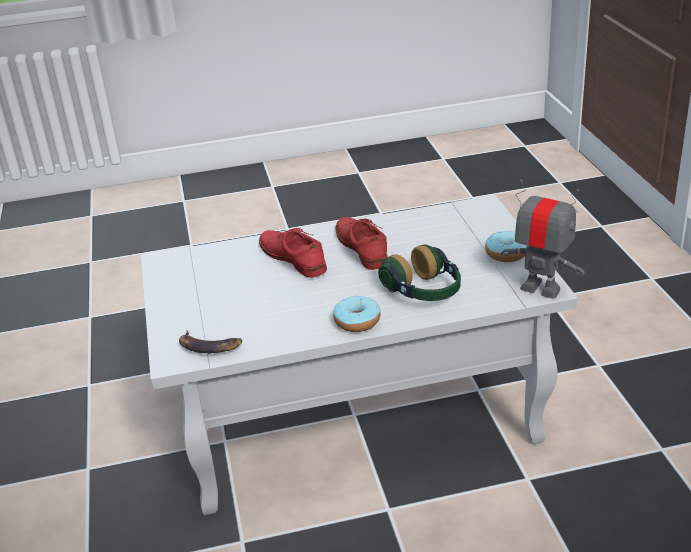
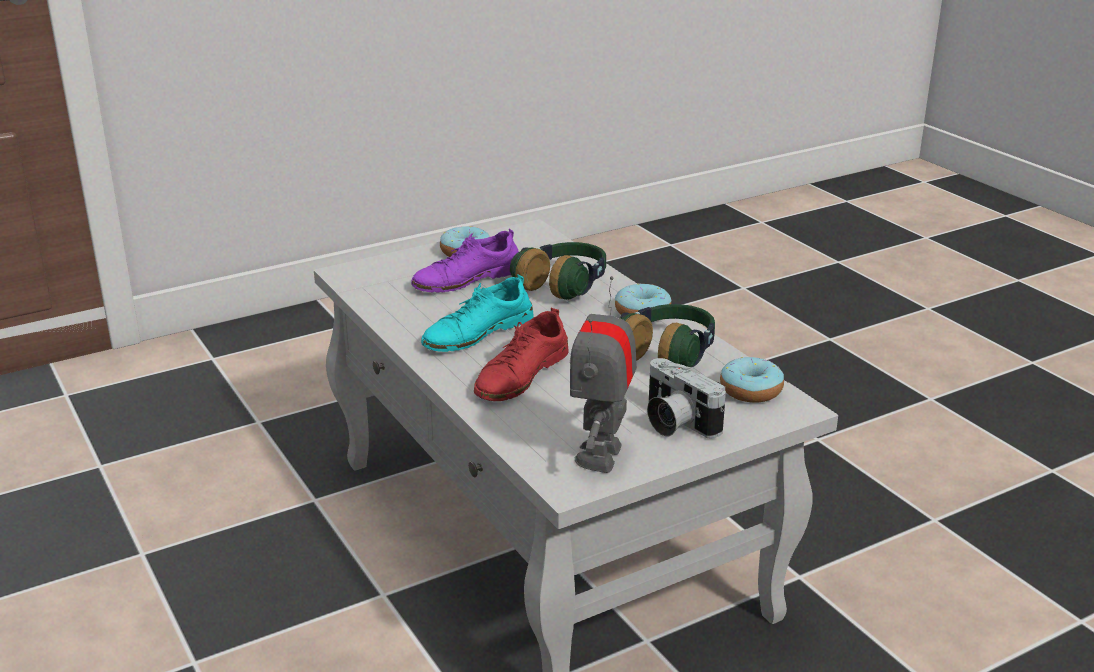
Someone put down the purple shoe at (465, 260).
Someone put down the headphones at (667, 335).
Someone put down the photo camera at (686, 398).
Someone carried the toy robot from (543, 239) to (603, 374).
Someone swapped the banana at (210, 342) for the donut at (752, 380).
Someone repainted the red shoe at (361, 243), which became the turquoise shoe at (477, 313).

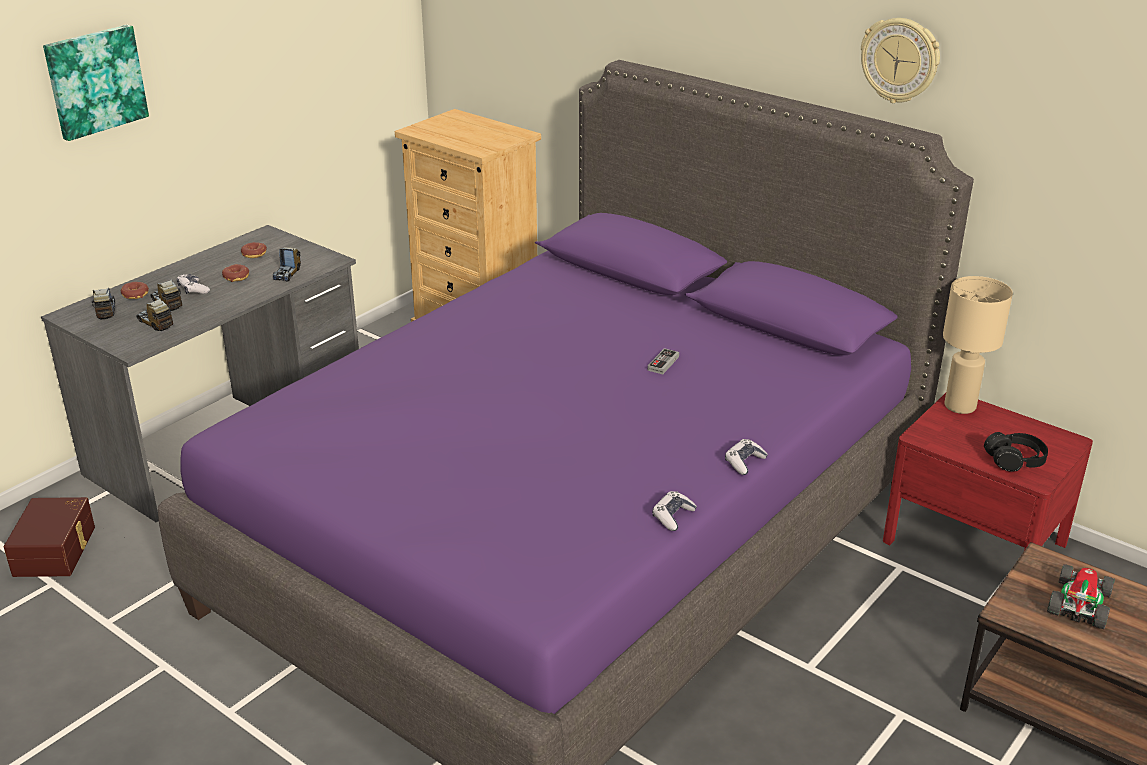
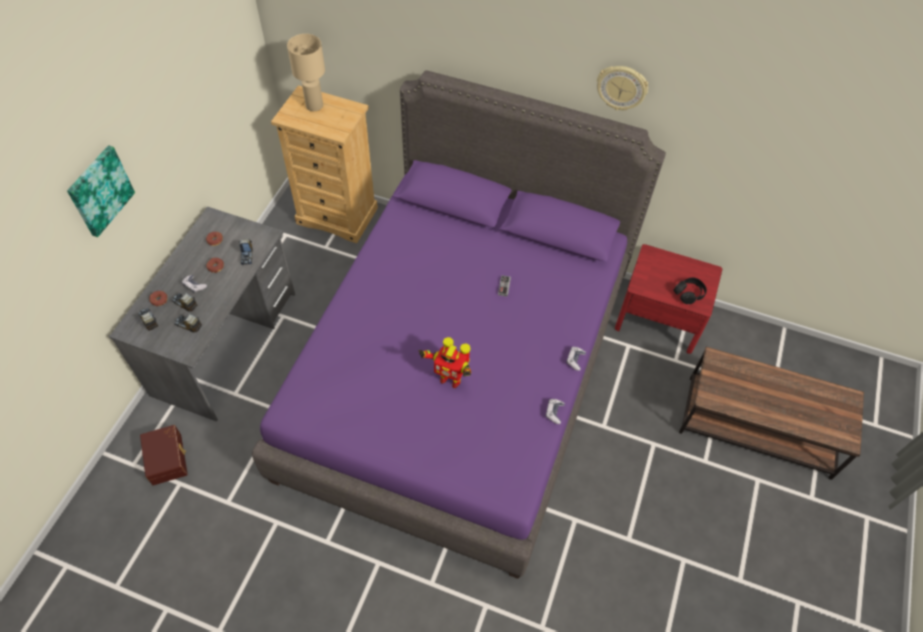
Someone took away the toy car at (1081, 596).
Someone put down the toy robot at (445, 362).
Someone carried the beige table lamp from (978, 345) to (306, 72).

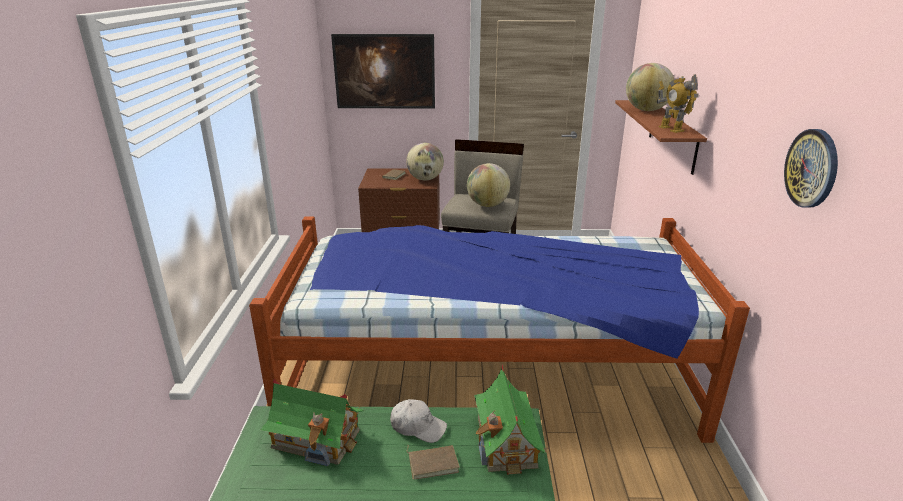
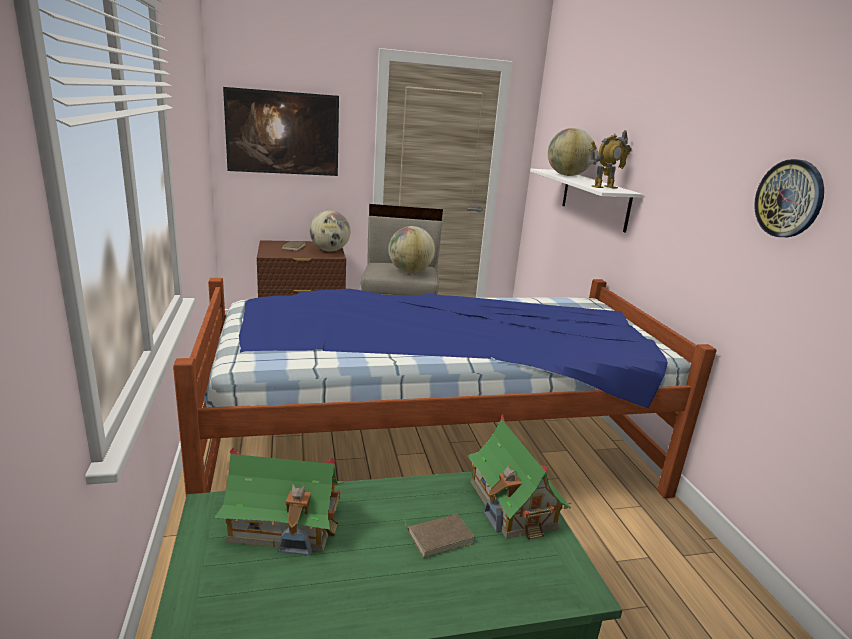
Someone took away the white cap at (418, 421).
Someone repainted the brown shelf at (661, 137), which became the white shelf at (586, 201).
Someone rotated the toy robot at (677, 103) by 75 degrees counterclockwise.

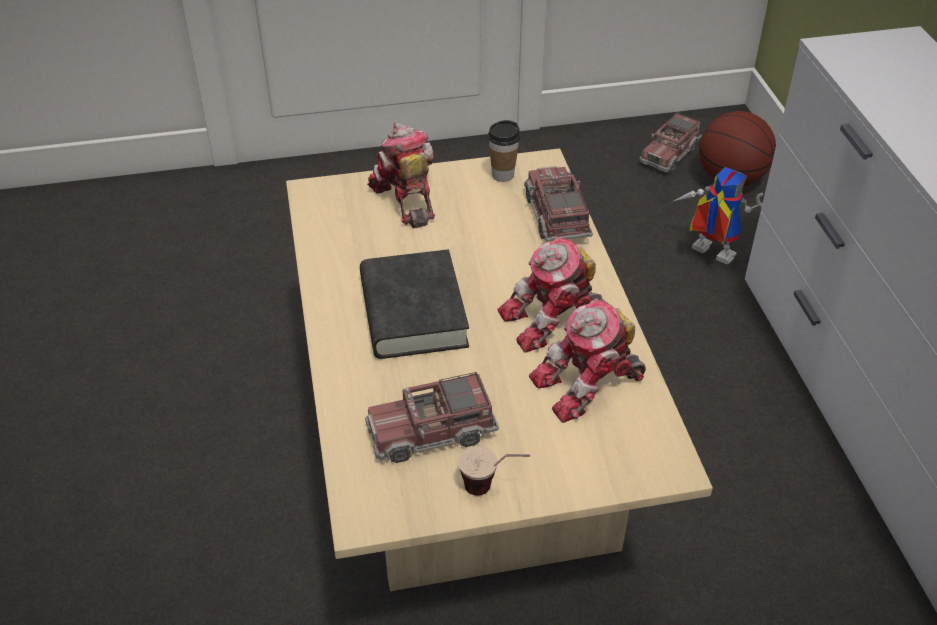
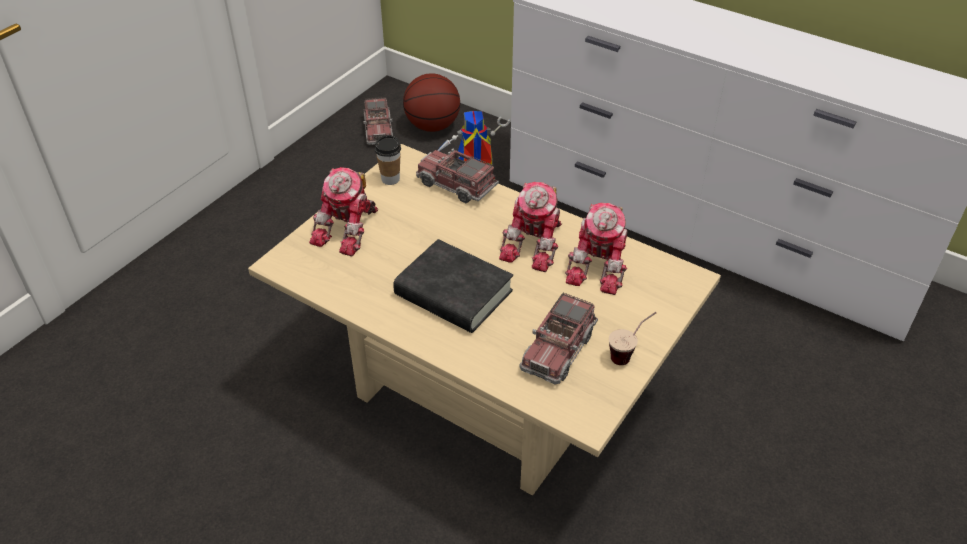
Someone rotated the toy robot at (401, 175) by 90 degrees counterclockwise.

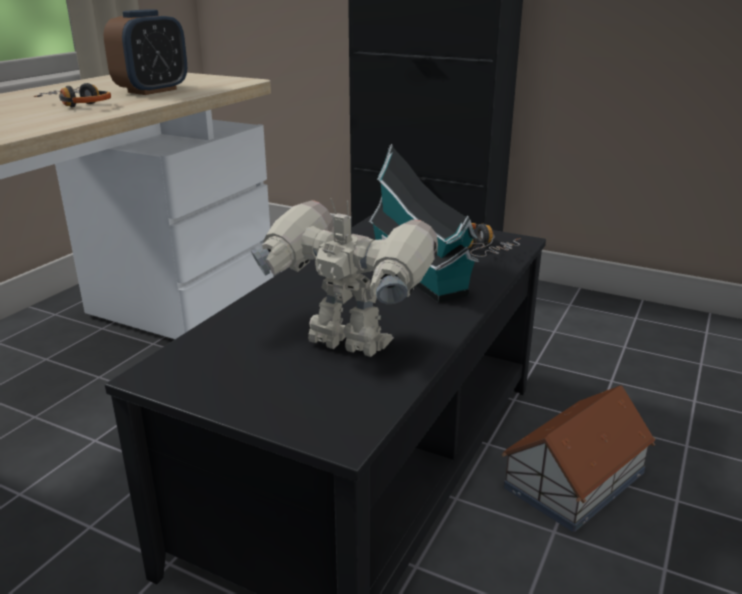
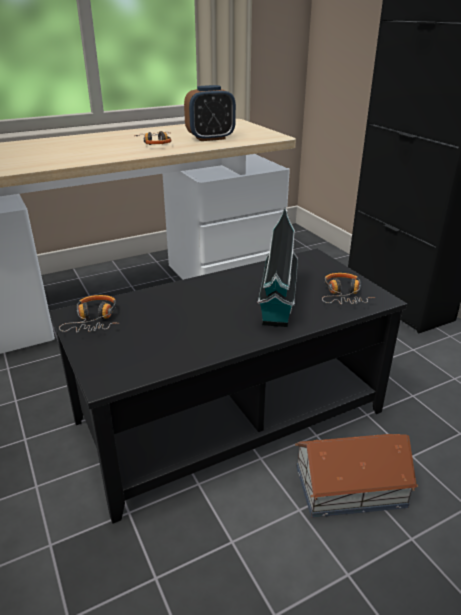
Someone took away the toy robot at (344, 278).
Someone put down the headphones at (89, 313).

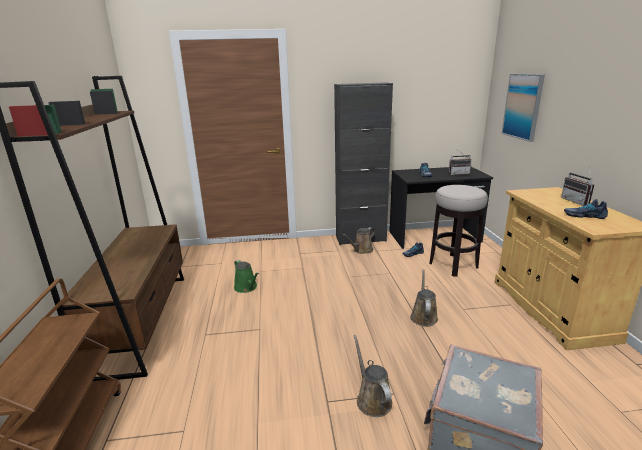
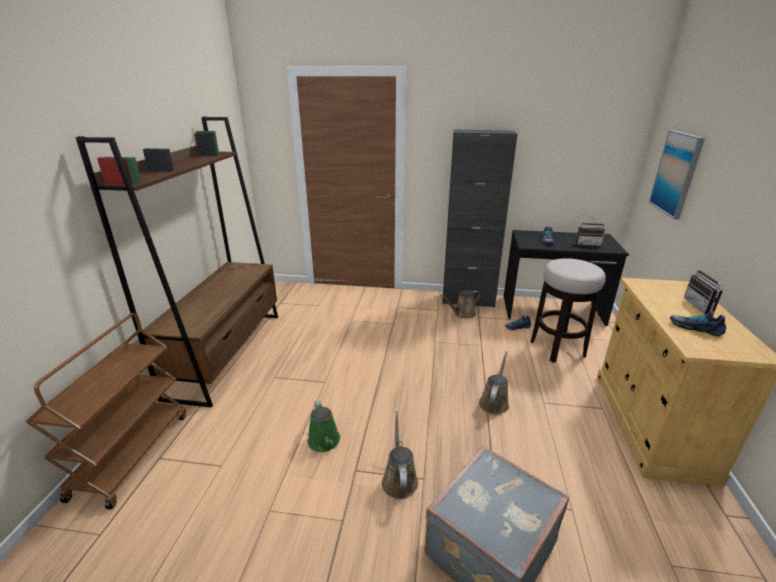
Someone carried the green watering can from (246, 276) to (324, 426).

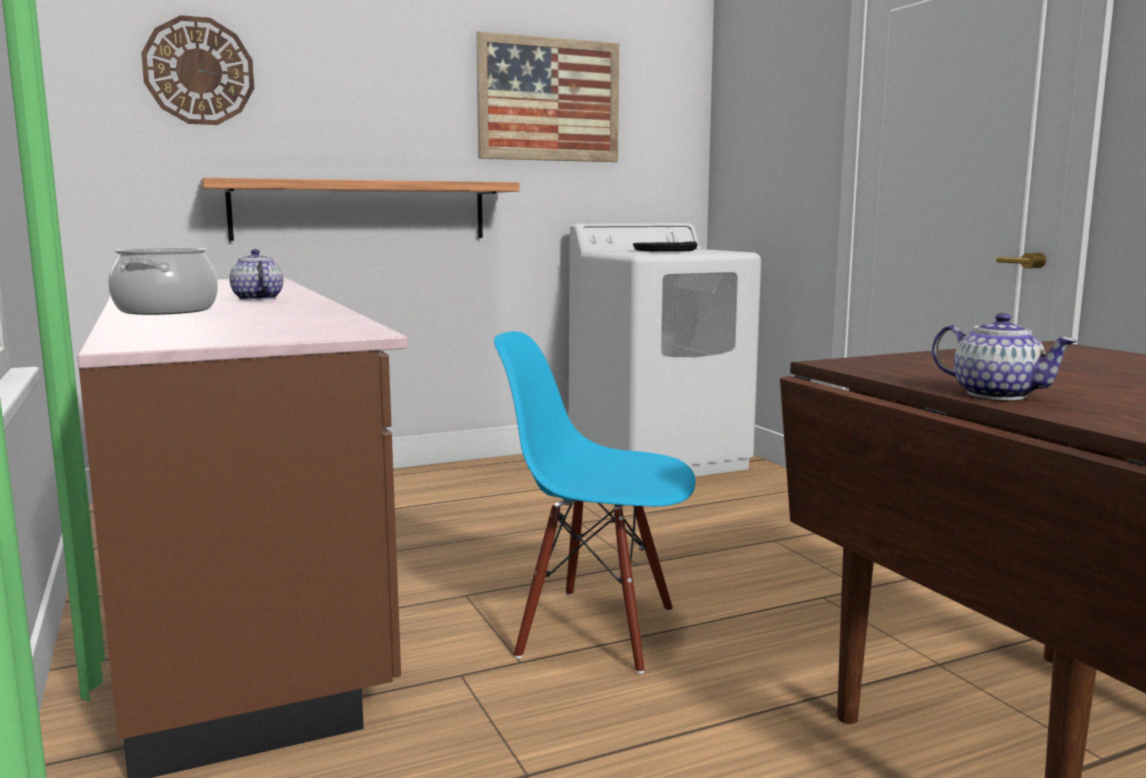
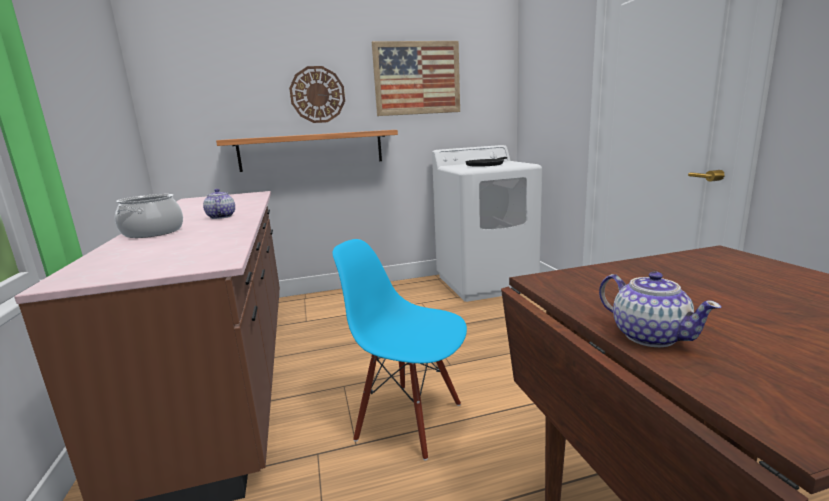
Someone carried the wall clock from (197, 70) to (317, 94).

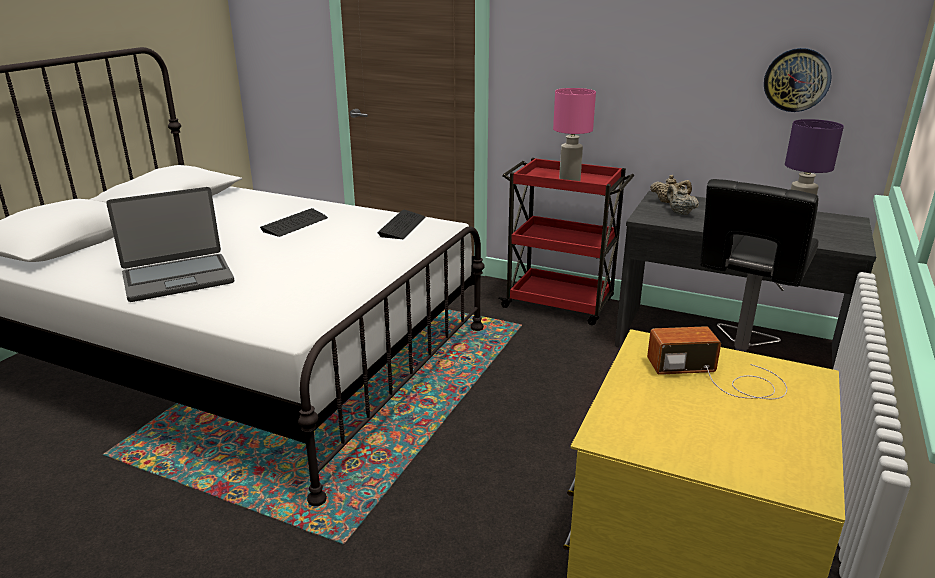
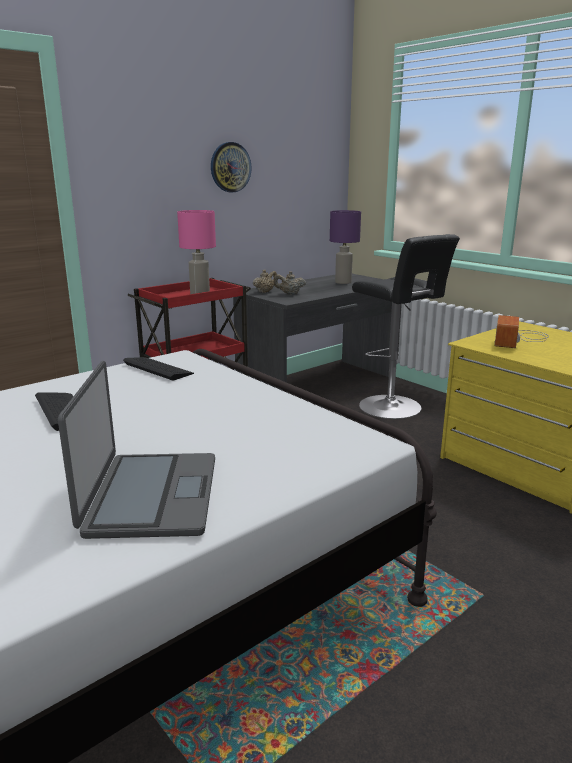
Someone carried the wall clock from (798, 80) to (231, 167).

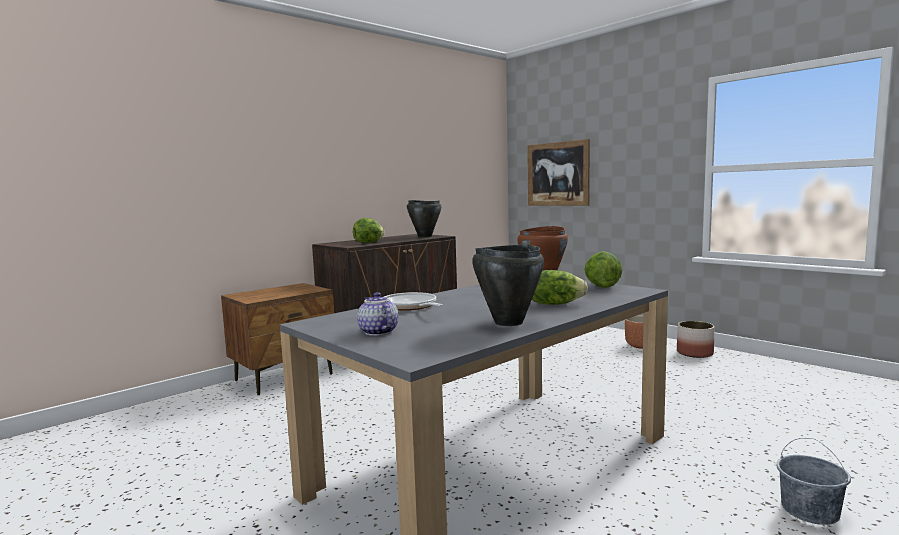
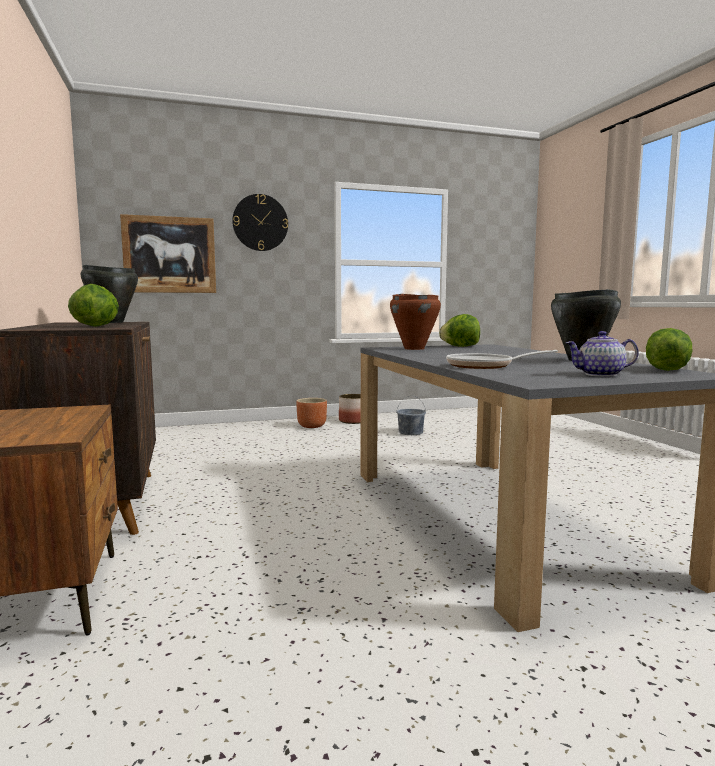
Someone put up the wall clock at (260, 222).
Someone carried the lettuce from (560, 287) to (669, 349).
Someone carried the grey bucket from (814, 481) to (411, 415).

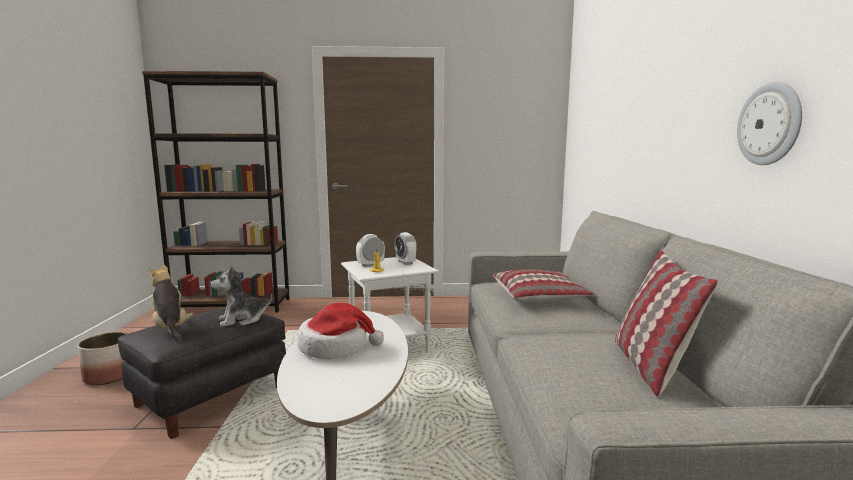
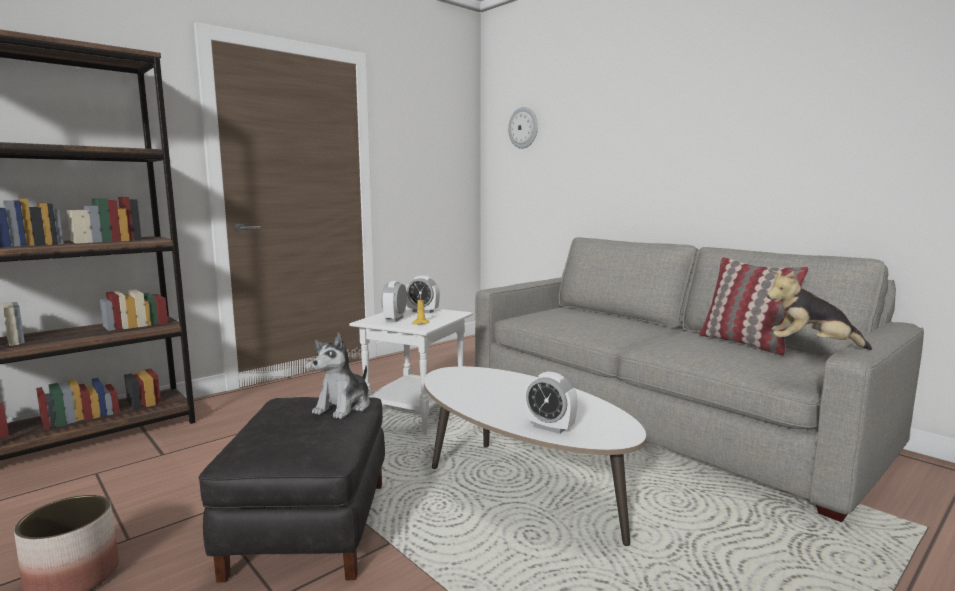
Someone took away the hat at (340, 331).
Someone took away the pillow at (544, 286).
Someone put down the alarm clock at (551, 402).
Someone carried the plush toy from (171, 303) to (819, 310).
Someone carried the wall clock from (769, 123) to (523, 128).

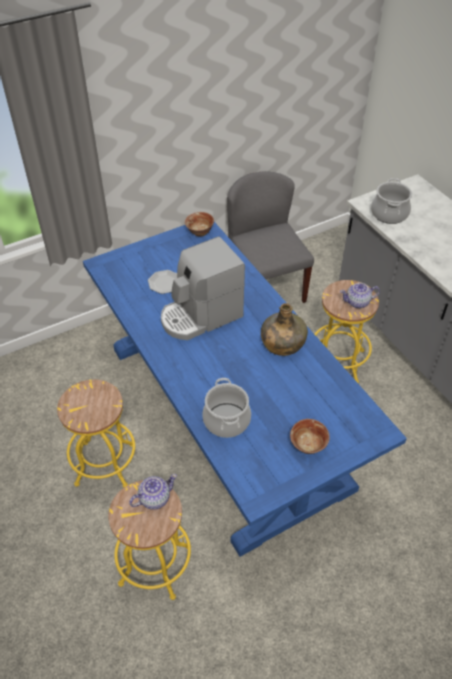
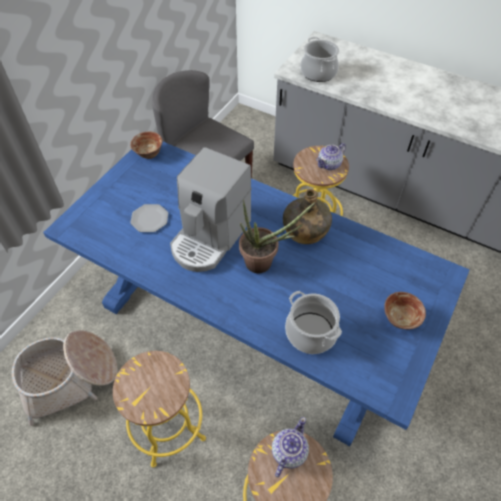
Someone put down the basket at (65, 378).
Someone put down the potted plant at (277, 236).

